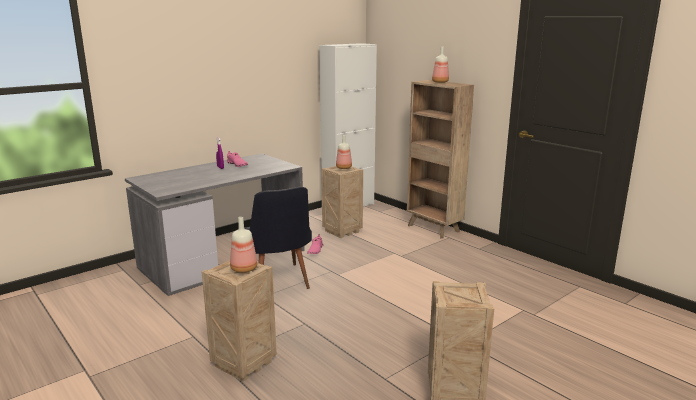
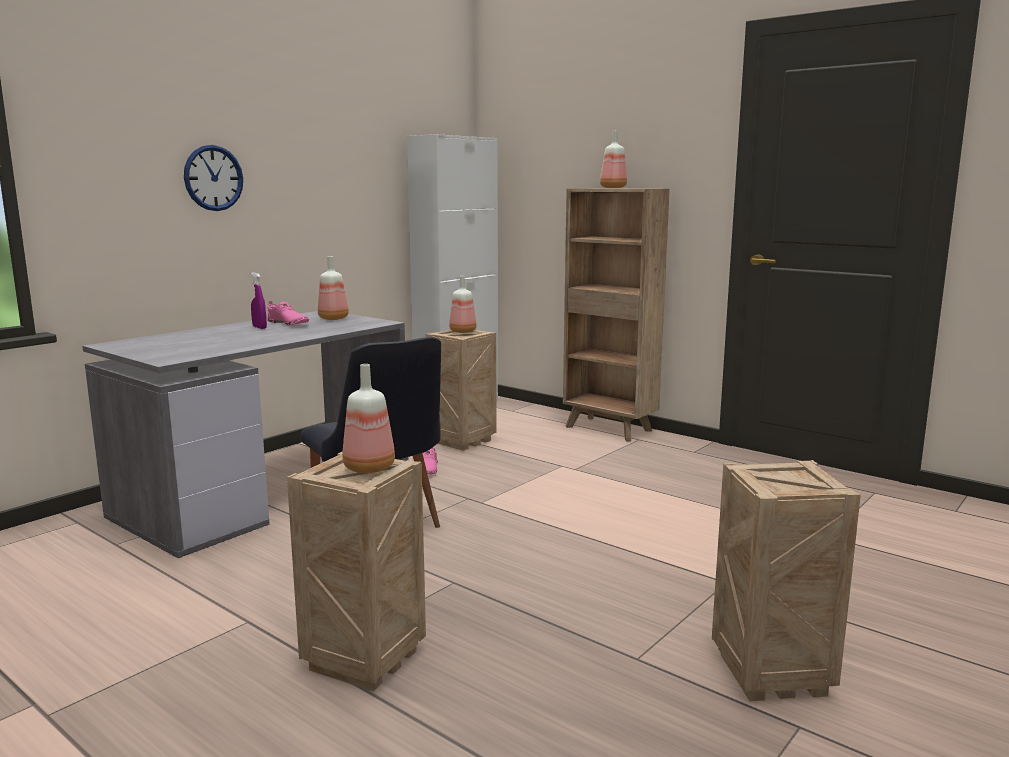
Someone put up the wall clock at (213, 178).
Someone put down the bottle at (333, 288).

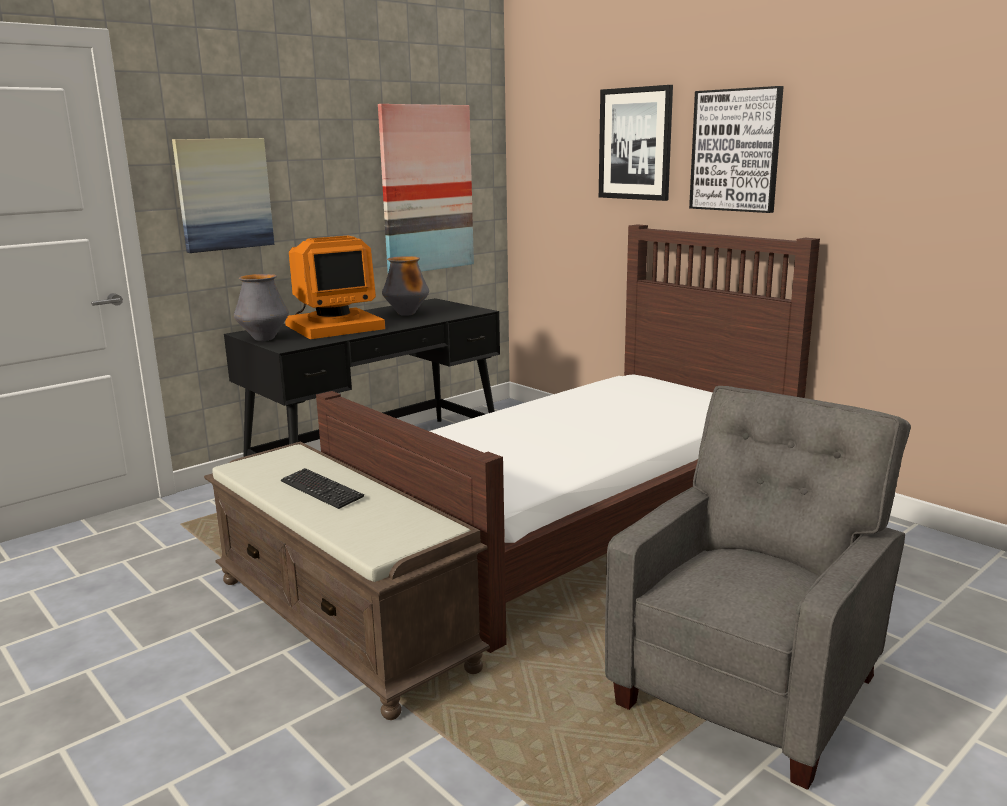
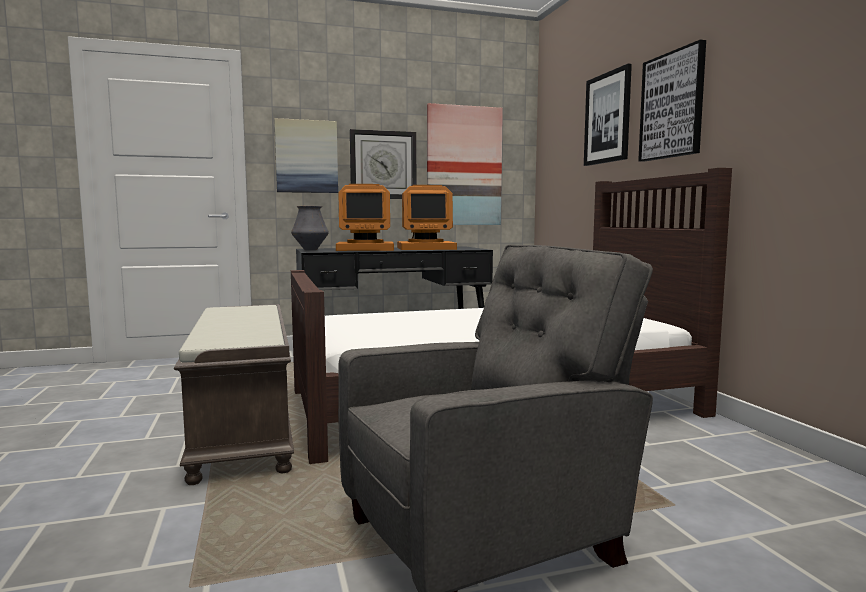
Someone took away the keyboard at (322, 488).
Someone put up the wall clock at (383, 164).
Someone swapped the vase at (405, 286) for the monitor at (427, 217).

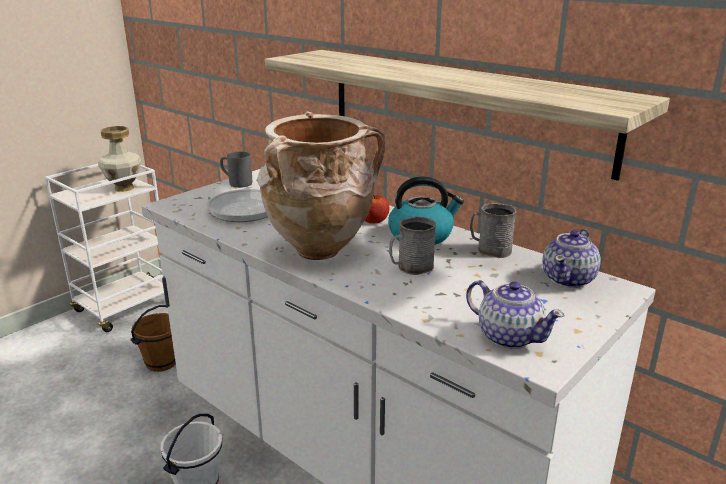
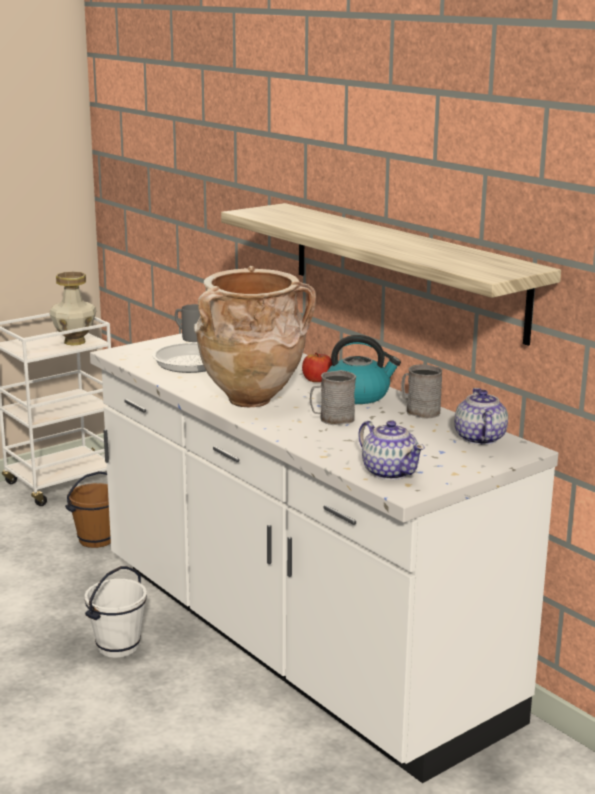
Someone rotated the teapot at (571, 258) by 135 degrees clockwise.

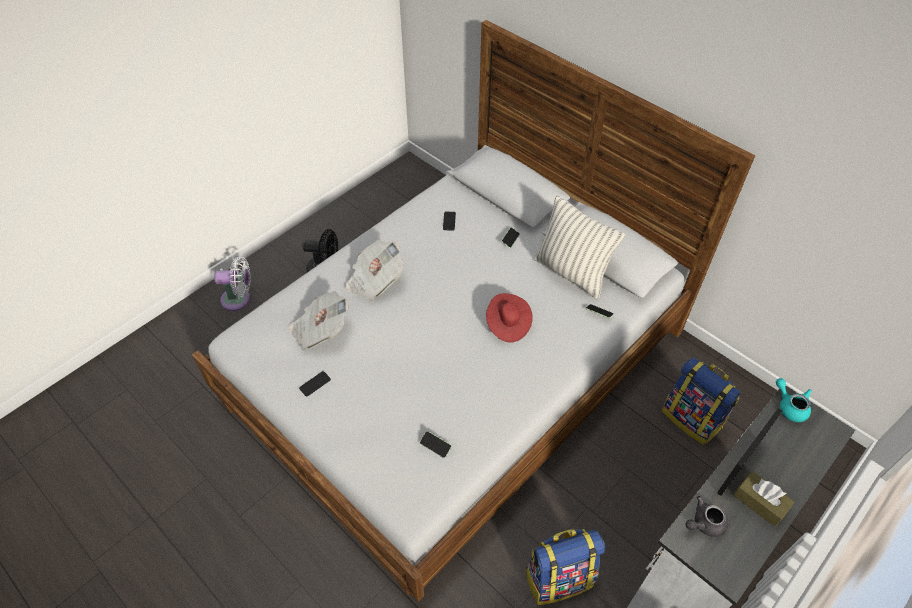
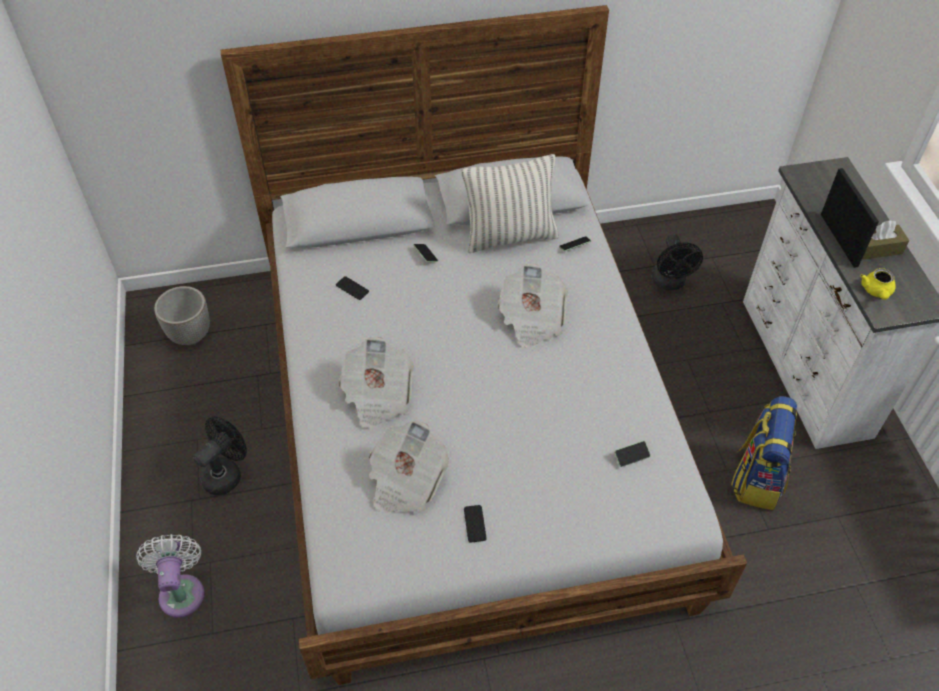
Someone took away the turquoise teapot at (794, 400).
Someone put down the planter at (182, 315).
Someone swapped the red hat at (509, 318) for the newspaper at (533, 306).
Someone swapped the backpack at (701, 401) for the black fan at (677, 262).
Someone repainted the grey teapot at (707, 516), which became the yellow teapot at (878, 284).
Someone rotated the white fan at (232, 284) by 45 degrees counterclockwise.

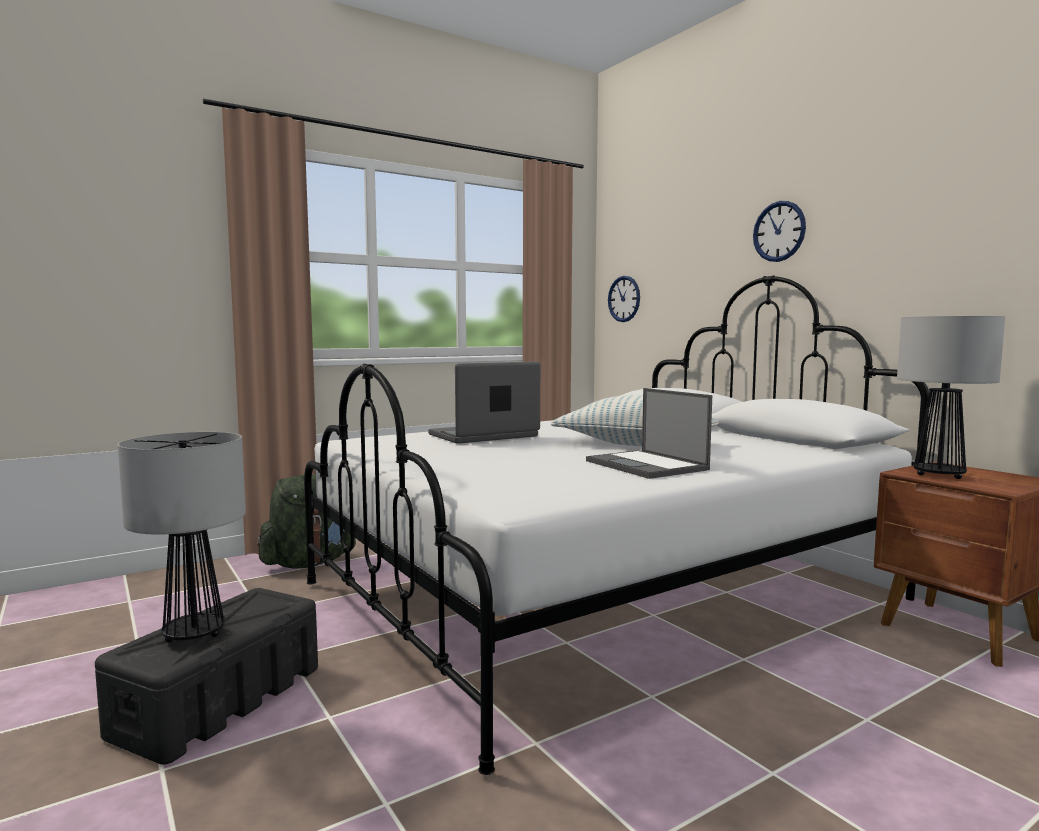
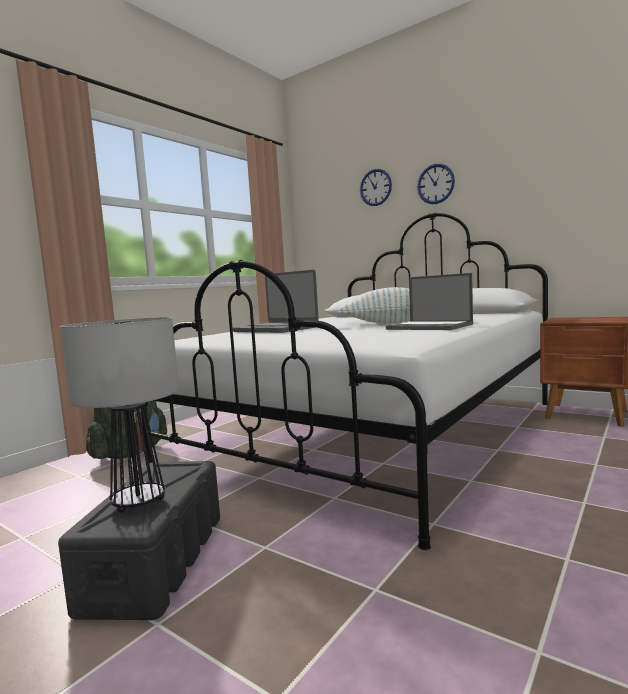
Someone took away the table lamp at (951, 397).
Someone carried the wall clock from (624, 299) to (376, 187).
Someone rotated the laptop at (484, 402) by 90 degrees counterclockwise.

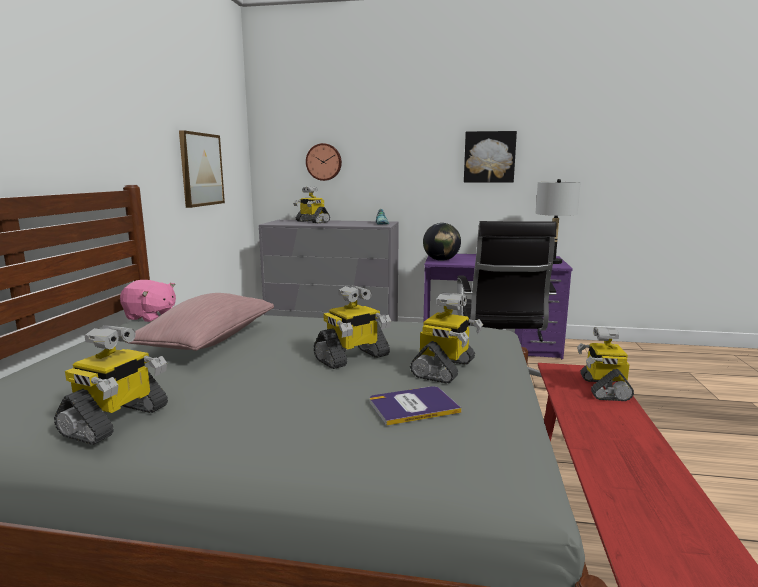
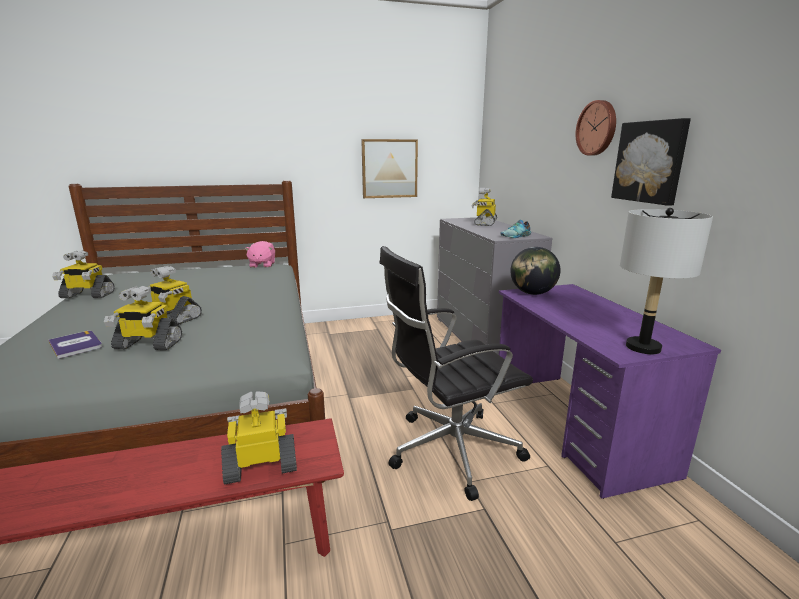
Someone took away the pink pillow at (200, 322).
Someone carried the wall clock from (324, 162) to (596, 127).

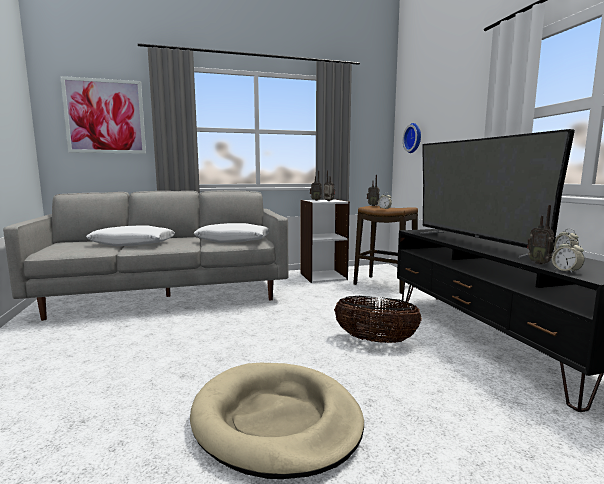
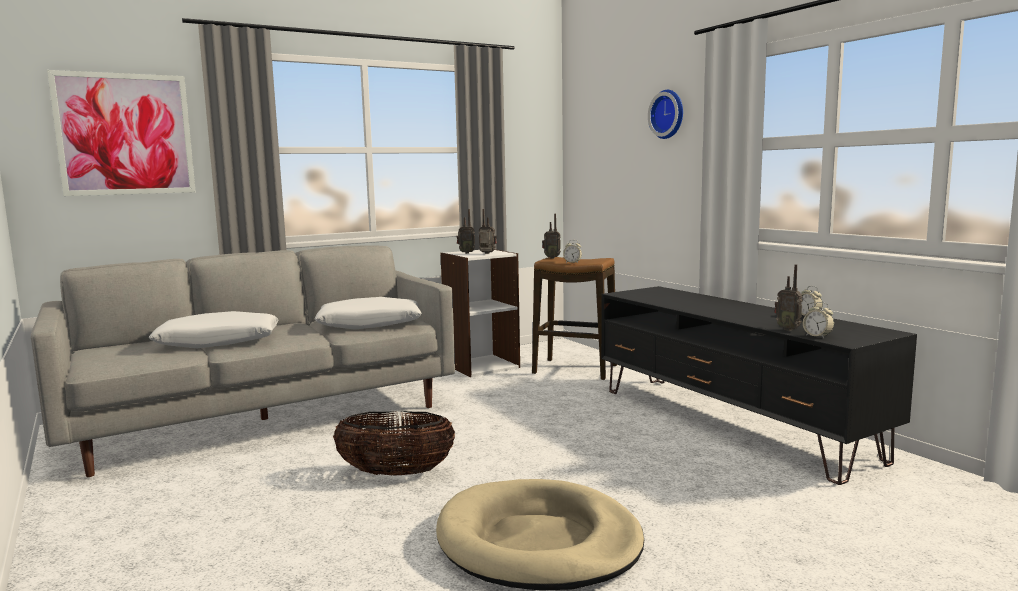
Someone took away the television at (497, 194).
Someone carried the basket from (378, 319) to (394, 443).
Someone carried the wall clock from (412, 138) to (665, 114).

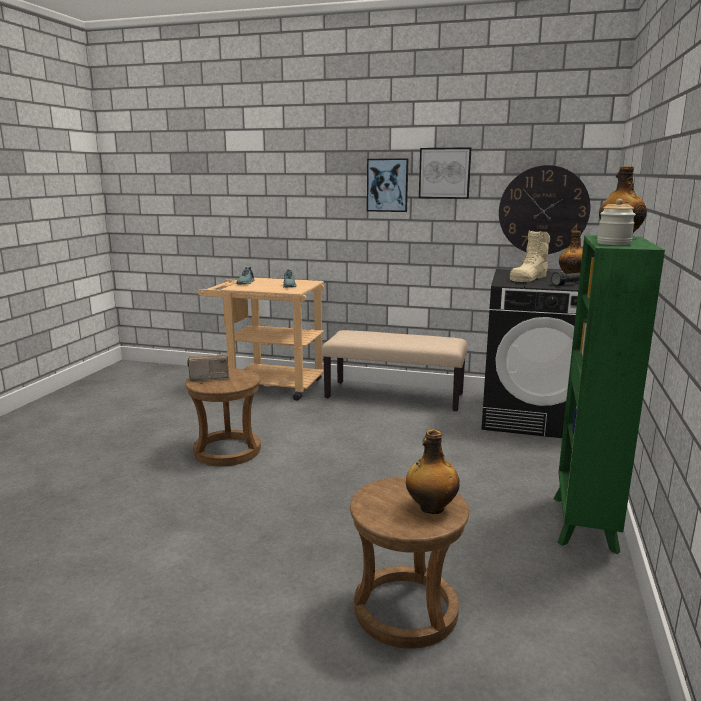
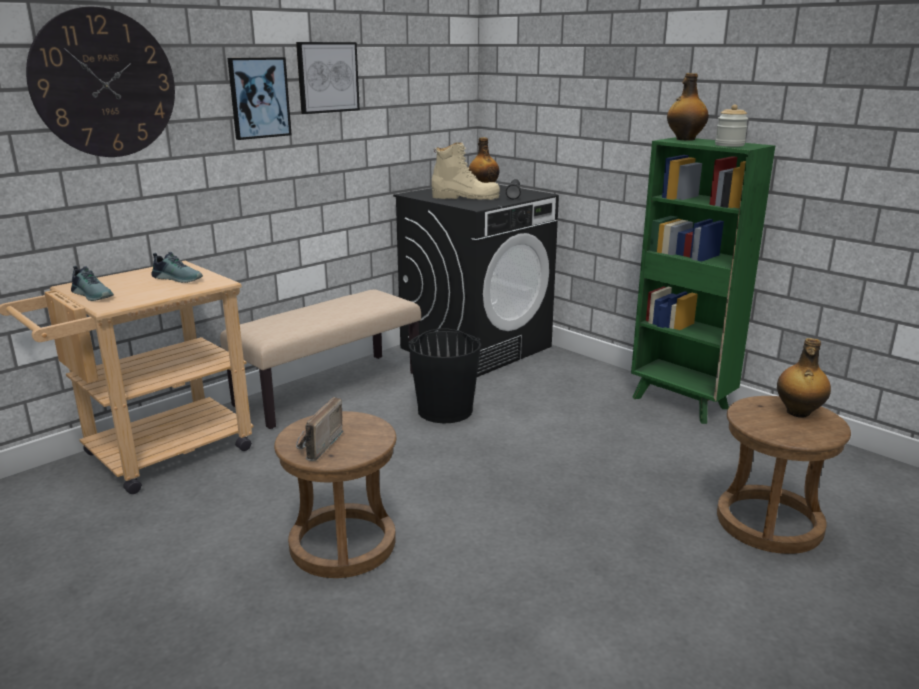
Someone put down the black bucket at (444, 376).
Someone carried the wall clock from (544, 209) to (100, 82).
Someone rotated the beige boot at (530, 256) by 60 degrees counterclockwise.

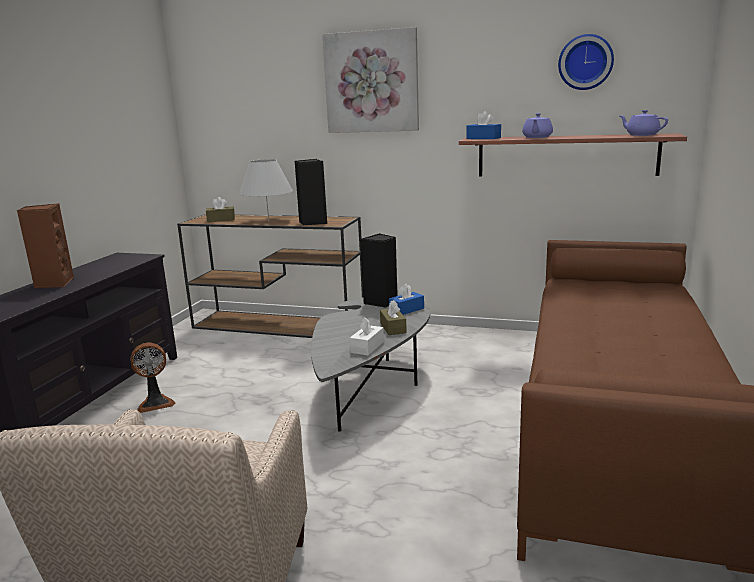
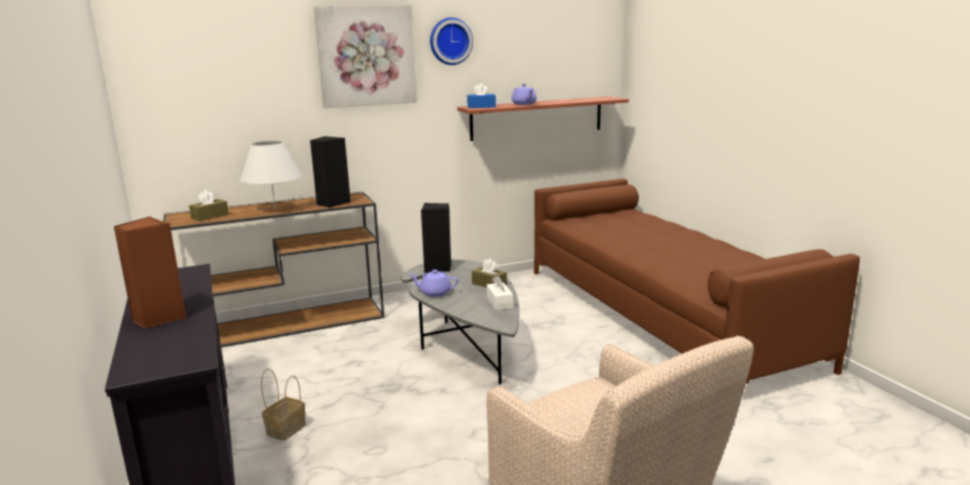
Someone took away the blue tissue box at (406, 299).
Someone carried the wall clock from (586, 62) to (451, 41).
Someone carried the purple teapot from (644, 123) to (433, 283).
Someone swapped the fan at (153, 378) for the basket at (283, 405).

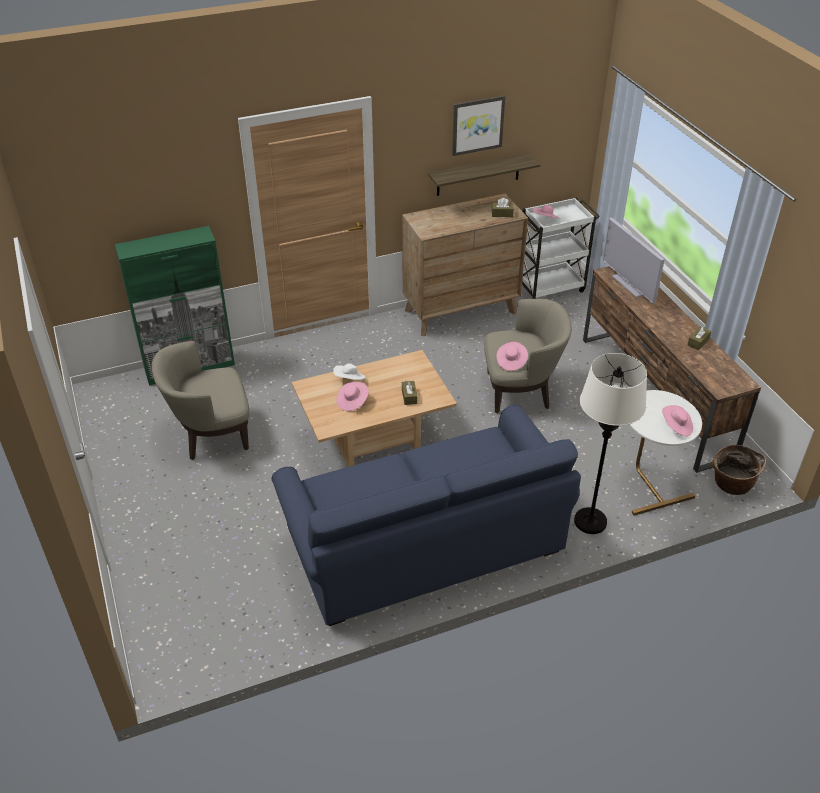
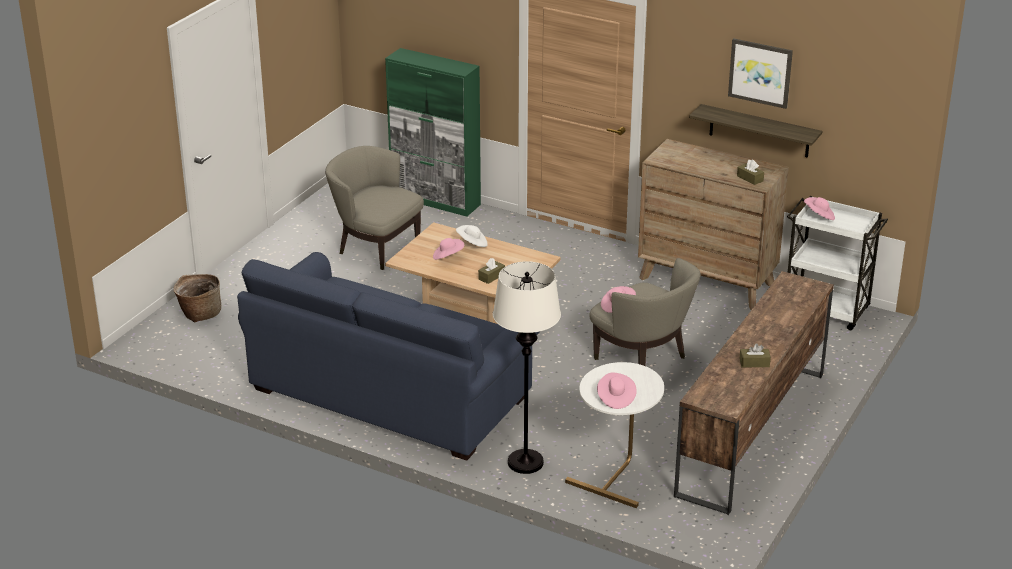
Someone took away the television at (634, 261).
Someone carried the basket from (739, 470) to (197, 298).

